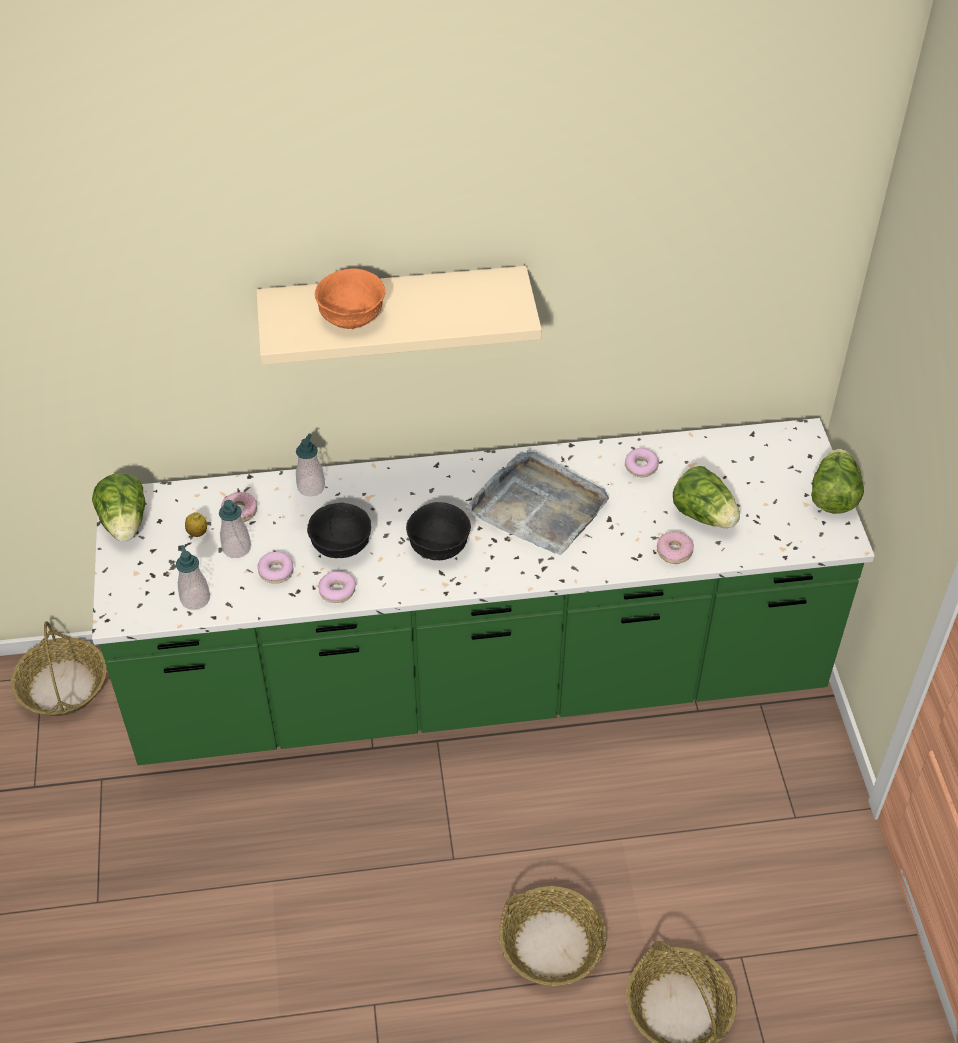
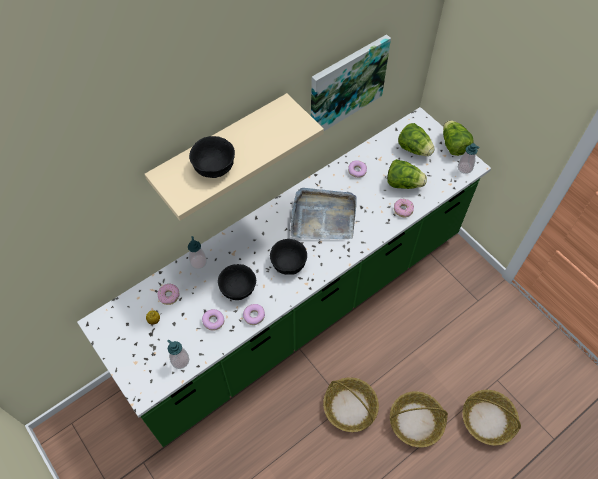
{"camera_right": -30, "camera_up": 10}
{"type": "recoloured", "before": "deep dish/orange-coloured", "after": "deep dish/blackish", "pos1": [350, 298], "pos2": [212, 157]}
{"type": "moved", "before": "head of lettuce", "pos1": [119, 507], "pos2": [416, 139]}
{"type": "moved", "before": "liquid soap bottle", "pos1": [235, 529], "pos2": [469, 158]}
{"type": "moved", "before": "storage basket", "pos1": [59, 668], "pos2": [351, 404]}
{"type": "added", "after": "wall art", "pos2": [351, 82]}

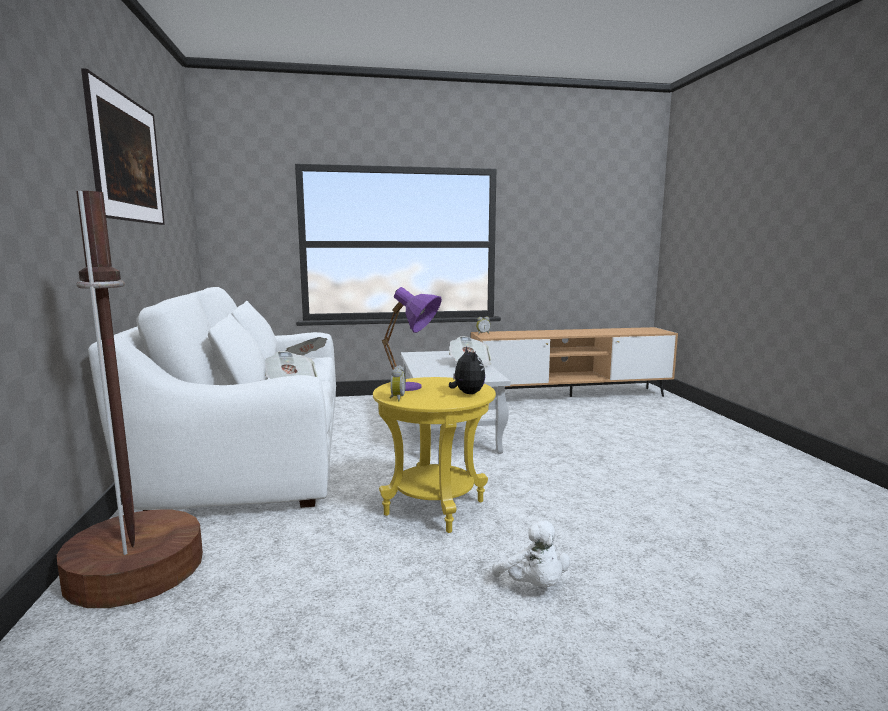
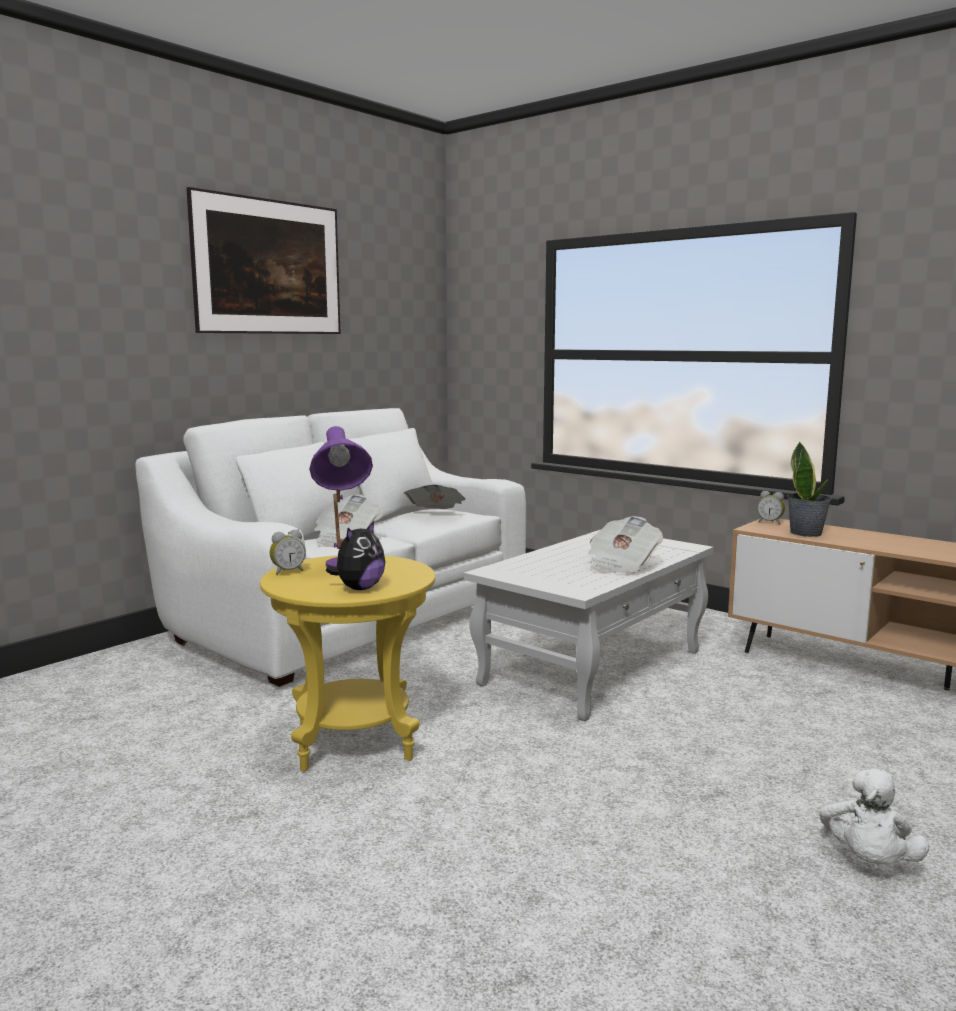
{"camera_right": 50, "camera_up": 0}
{"type": "removed", "before": "standard lamp/brown-coloured", "pos1": [130, 399]}
{"type": "moved", "before": "plush toy/white-coloured", "pos1": [531, 553], "pos2": [874, 816]}
{"type": "added", "after": "houseplant", "pos2": [809, 489]}

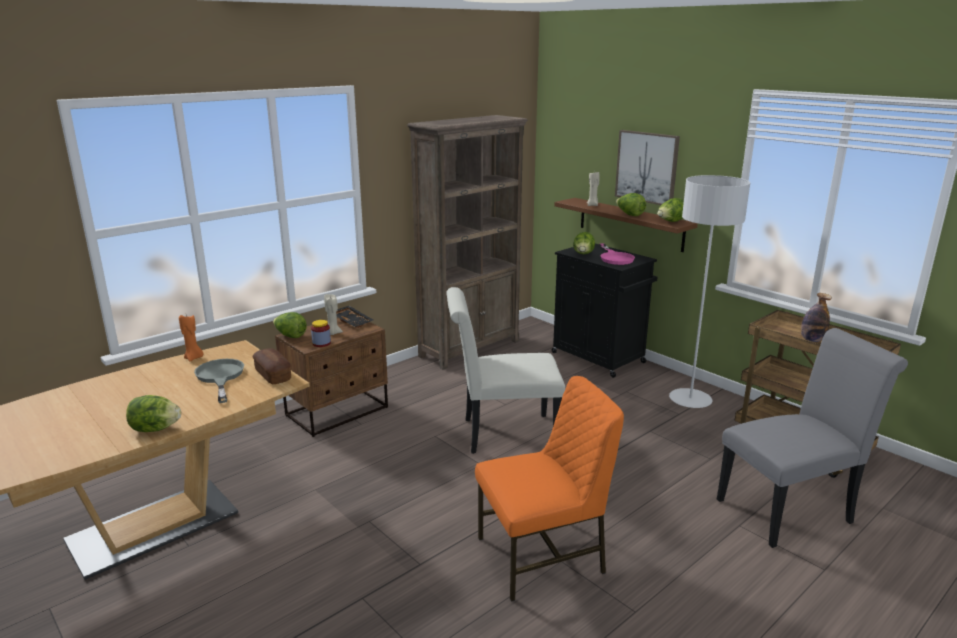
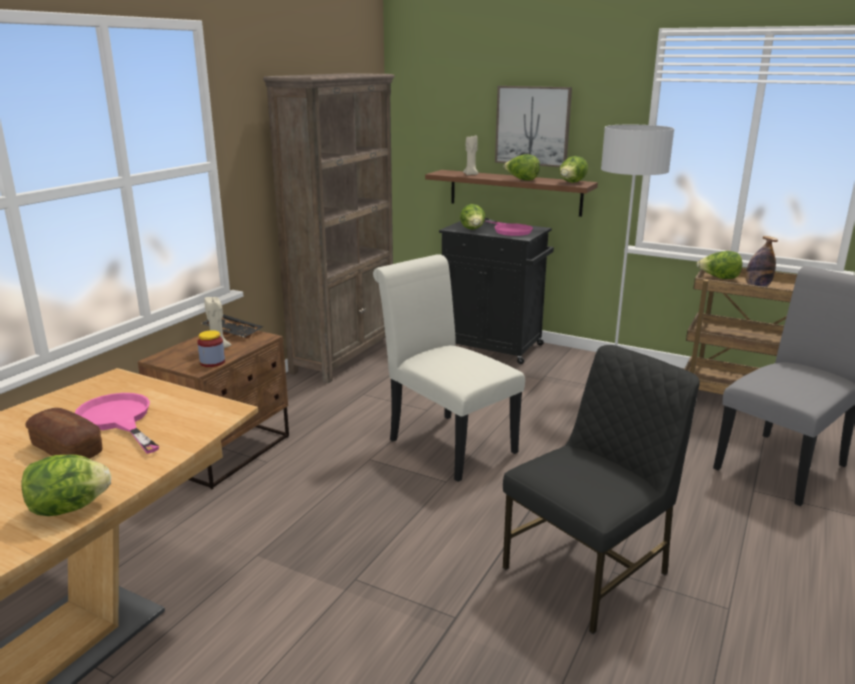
{"camera_right": -20, "camera_up": 0}
{"type": "turned", "before": "chair/white-coloured", "pos1": [505, 370], "pos2": [449, 368], "turn": 75}
{"type": "moved", "before": "head of lettuce", "pos1": [290, 325], "pos2": [719, 265]}
{"type": "removed", "before": "wax light/orange-coloured", "pos1": [191, 338]}
{"type": "moved", "before": "bakery bread", "pos1": [272, 366], "pos2": [63, 433]}
{"type": "recoloured", "before": "frying pan/gray", "after": "frying pan/pink", "pos1": [219, 381], "pos2": [117, 423]}
{"type": "recoloured", "before": "chair/orange-coloured", "after": "chair/blackish", "pos1": [549, 489], "pos2": [601, 489]}

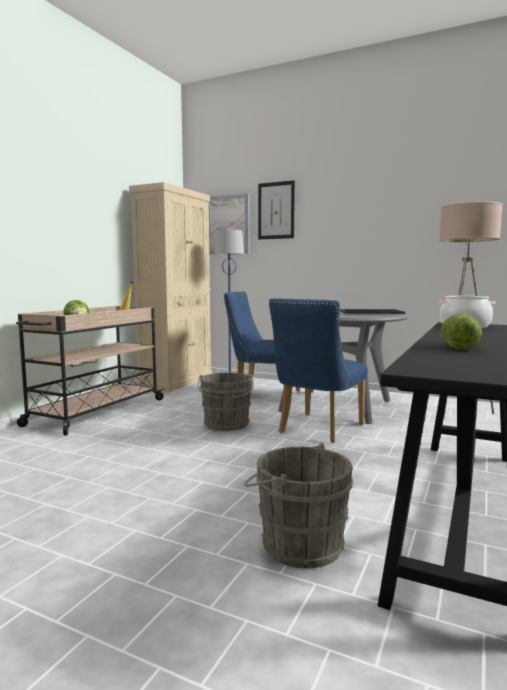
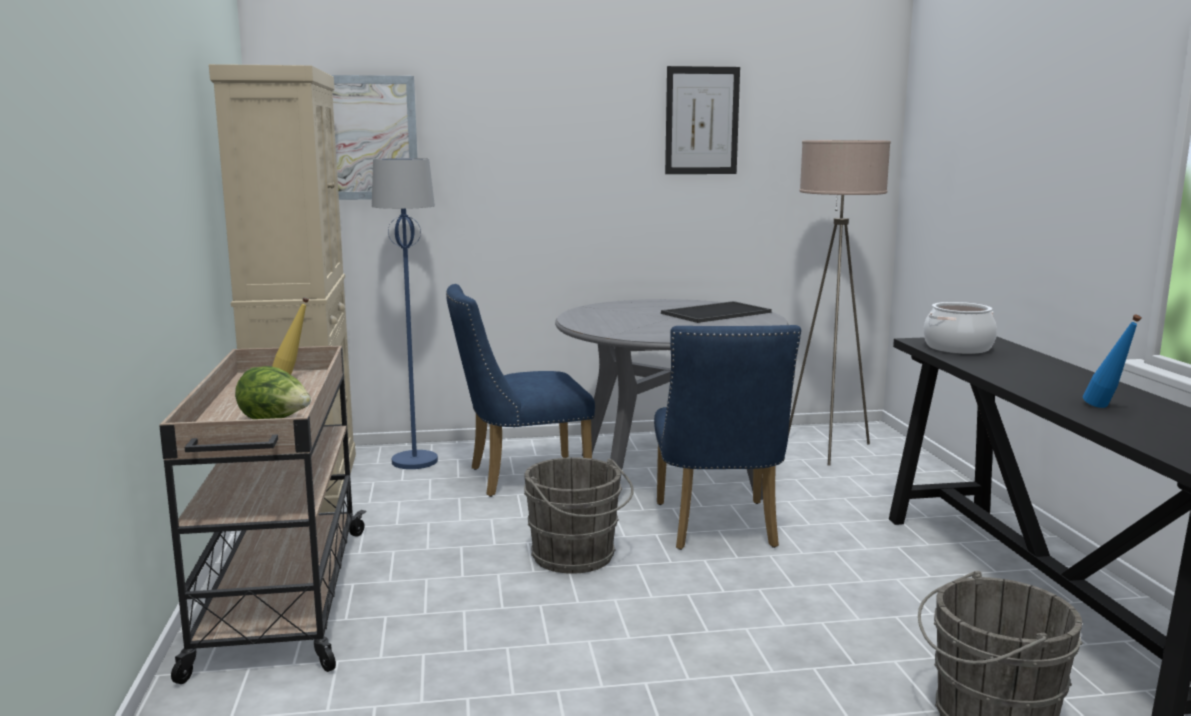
{"camera_right": -35, "camera_up": 5}
{"type": "moved", "before": "wall art", "pos1": [276, 209], "pos2": [702, 120]}
{"type": "replaced", "before": "head of lettuce", "after": "beverage bottle/blue-coloured", "pos1": [461, 332], "pos2": [1112, 361]}

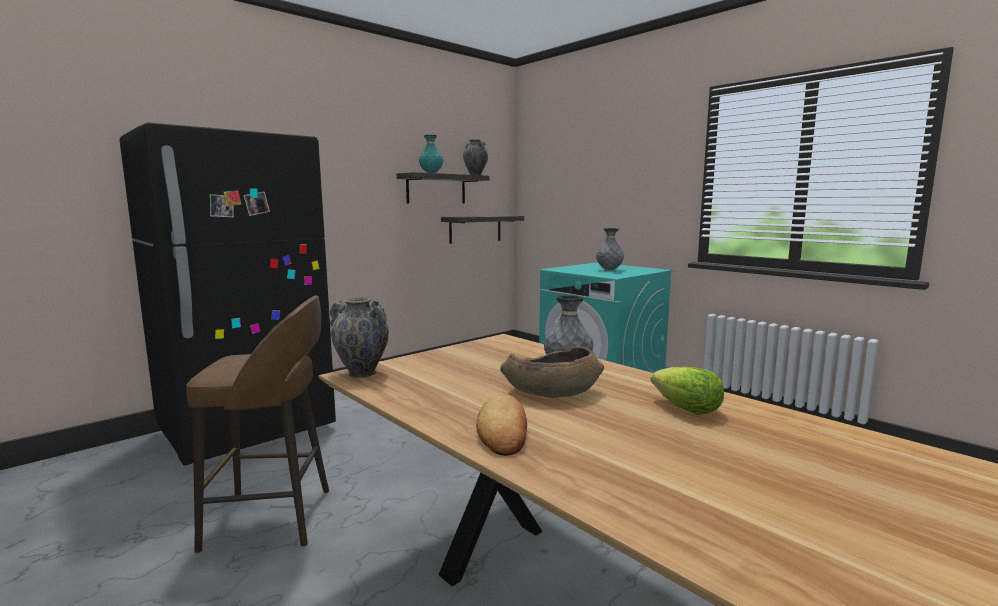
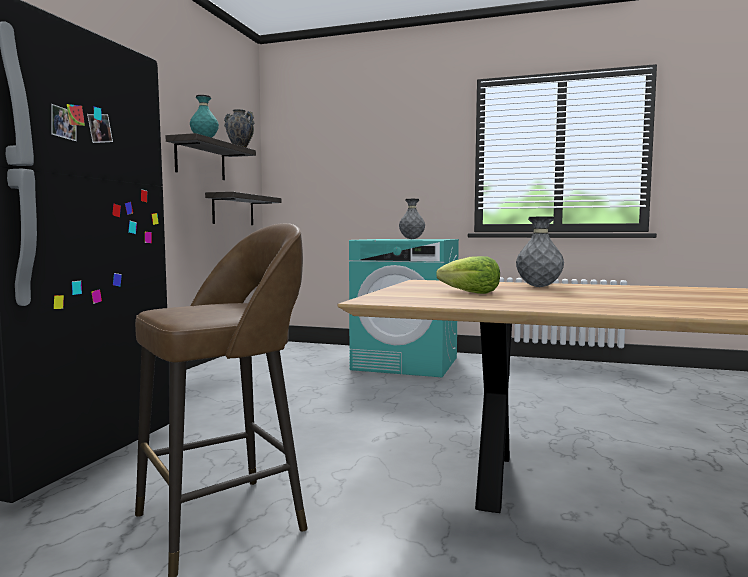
{"camera_right": -30, "camera_up": -5}
{"type": "removed", "before": "flower vase", "pos1": [359, 338]}
{"type": "removed", "before": "deep dish/brown-coloured", "pos1": [552, 372]}
{"type": "moved", "before": "head of lettuce", "pos1": [687, 391], "pos2": [468, 275]}
{"type": "removed", "before": "bakery bread", "pos1": [501, 425]}

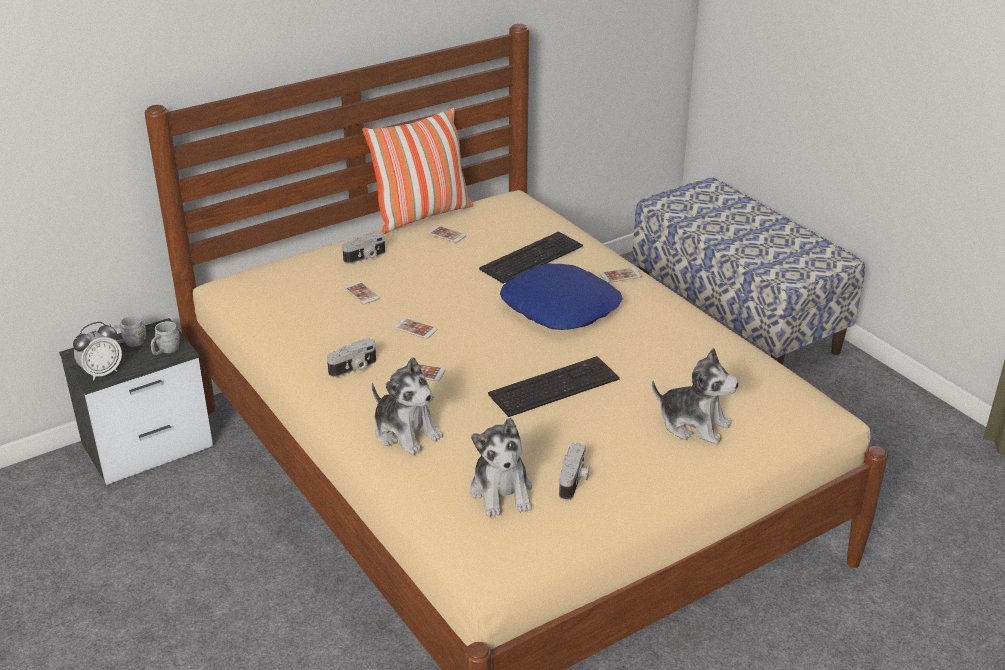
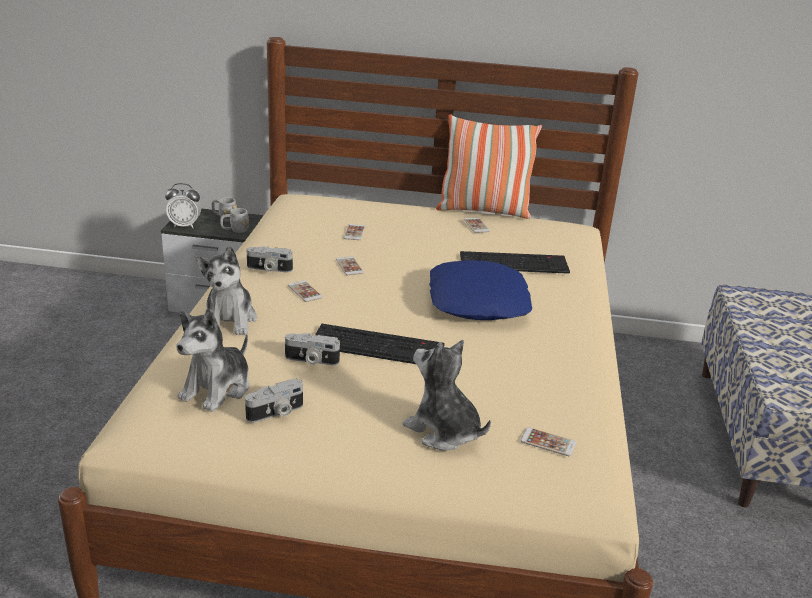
{"camera_right": 40, "camera_up": -5}
{"type": "moved", "before": "photo camera", "pos1": [363, 248], "pos2": [312, 349]}
{"type": "moved", "before": "handset", "pos1": [621, 275], "pos2": [548, 441]}
{"type": "turned", "before": "plush toy", "pos1": [695, 396], "pos2": [447, 395], "turn": 150}

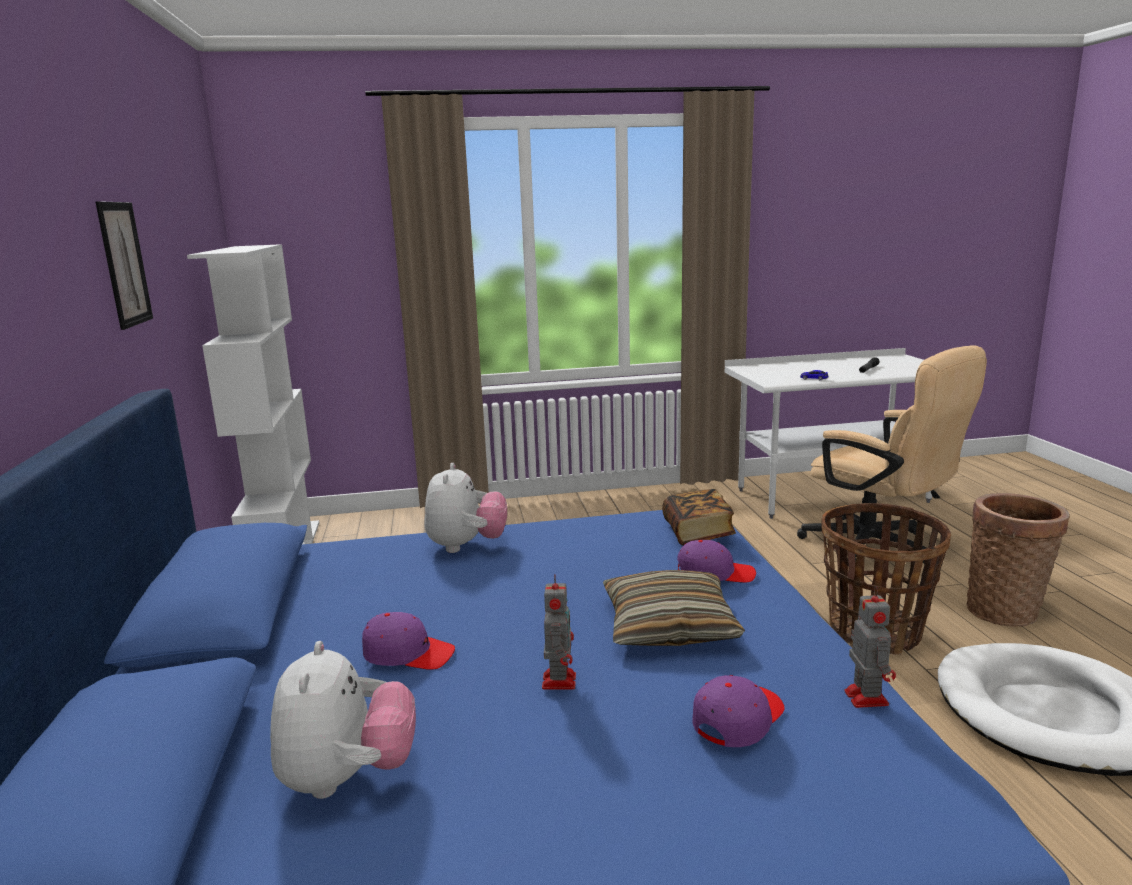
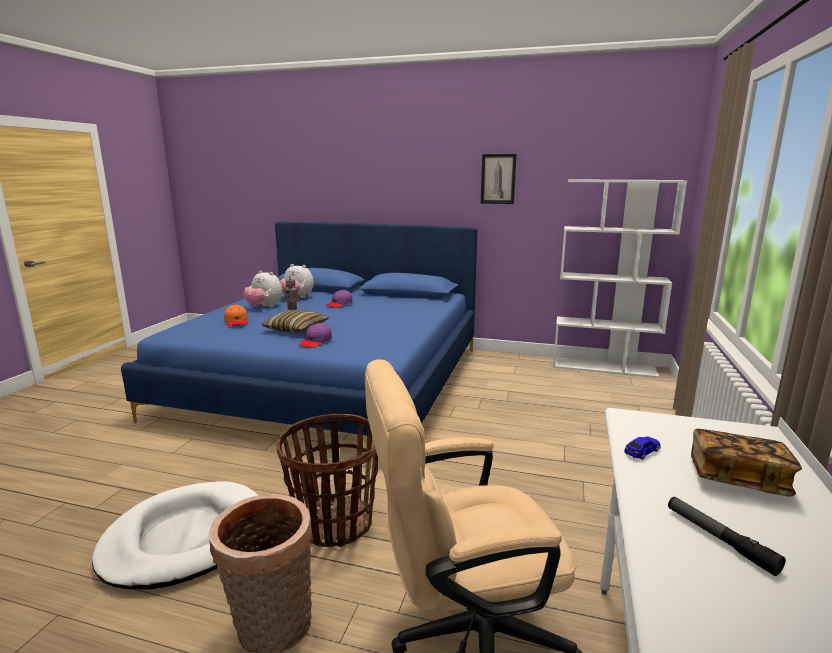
{"camera_right": 115, "camera_up": 0}
{"type": "moved", "before": "plush toy", "pos1": [466, 508], "pos2": [262, 289]}
{"type": "moved", "before": "volume", "pos1": [699, 517], "pos2": [746, 463]}
{"type": "removed", "before": "robot figure", "pos1": [870, 647]}
{"type": "recoloured", "before": "baseball cap/purple-coloured", "after": "baseball cap/orange-coloured", "pos1": [739, 711], "pos2": [236, 315]}

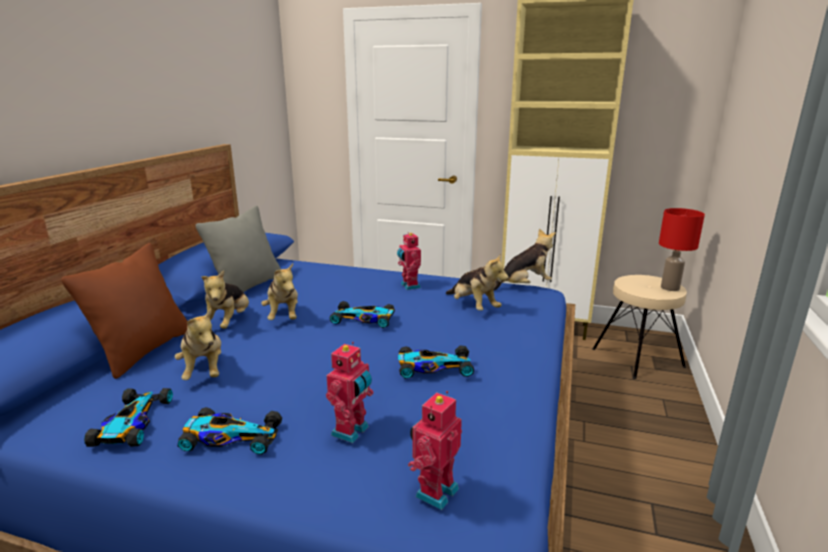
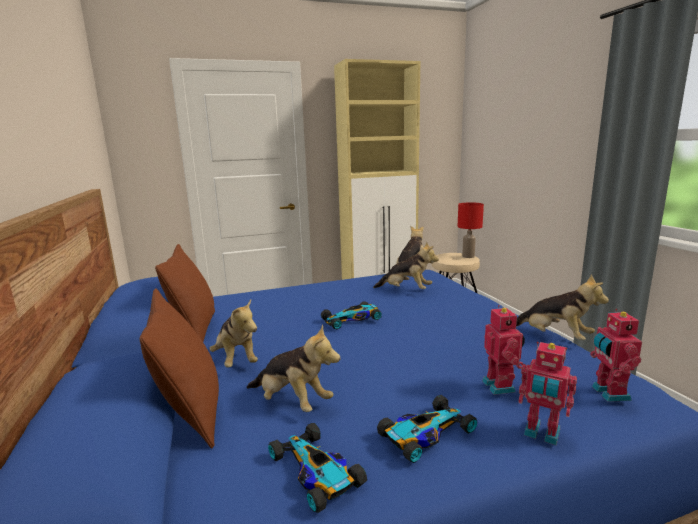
{"camera_right": -35, "camera_up": -5}
{"type": "recoloured", "before": "pillow/gray", "after": "pillow/brown-coloured", "pos1": [238, 249], "pos2": [185, 292]}
{"type": "moved", "before": "robot figure", "pos1": [409, 261], "pos2": [548, 394]}
{"type": "moved", "before": "plush toy", "pos1": [279, 291], "pos2": [562, 307]}
{"type": "removed", "before": "miniature car", "pos1": [436, 362]}

